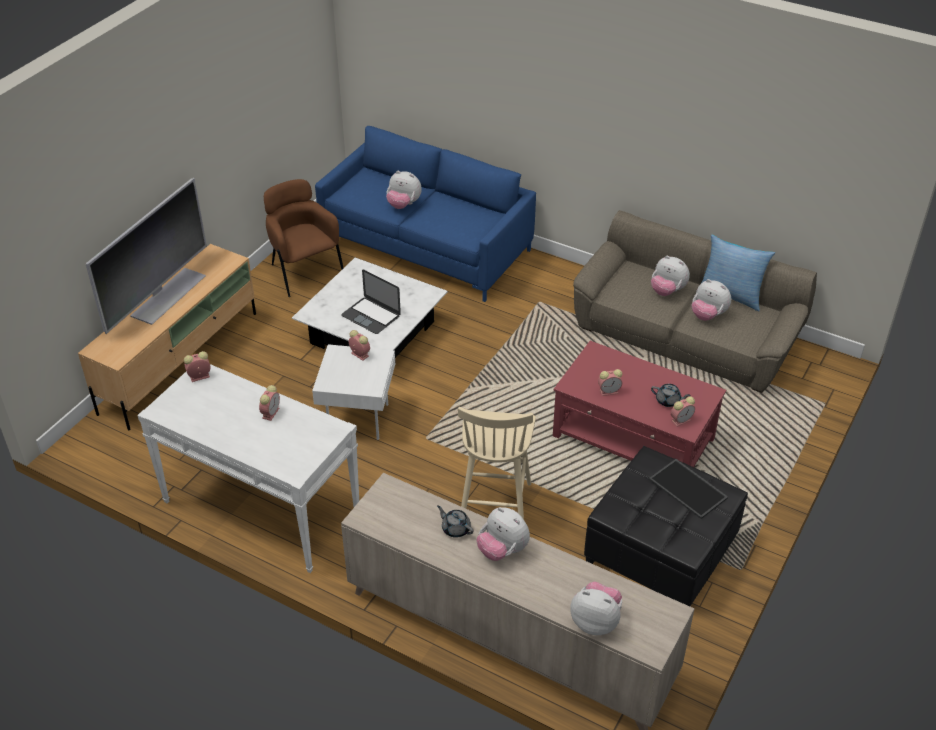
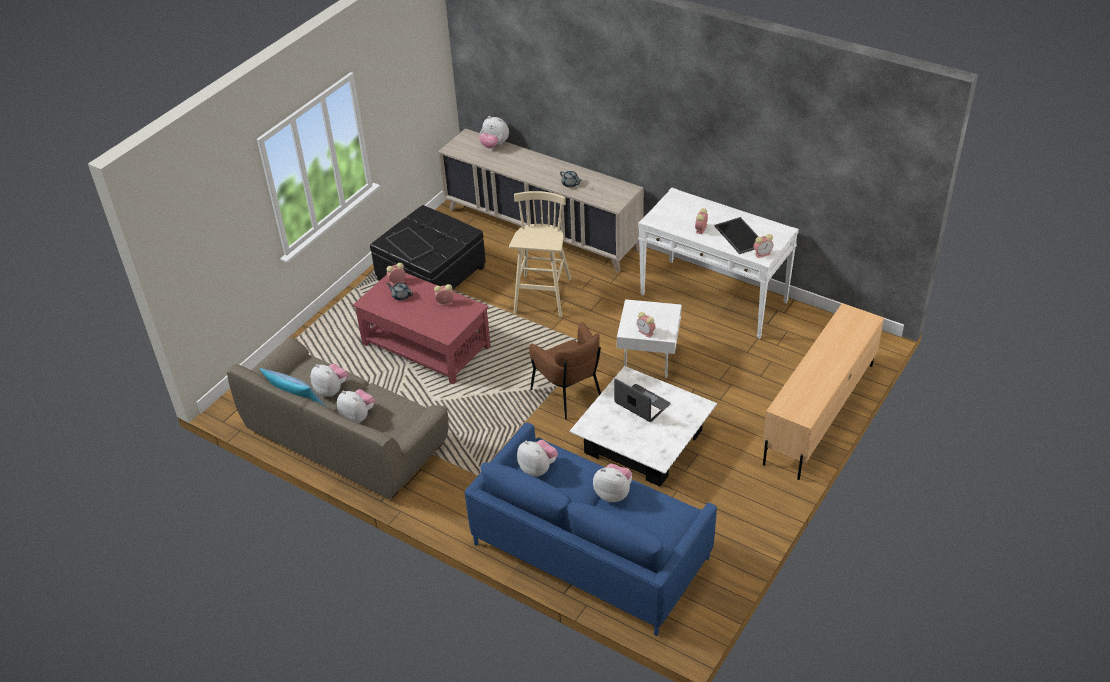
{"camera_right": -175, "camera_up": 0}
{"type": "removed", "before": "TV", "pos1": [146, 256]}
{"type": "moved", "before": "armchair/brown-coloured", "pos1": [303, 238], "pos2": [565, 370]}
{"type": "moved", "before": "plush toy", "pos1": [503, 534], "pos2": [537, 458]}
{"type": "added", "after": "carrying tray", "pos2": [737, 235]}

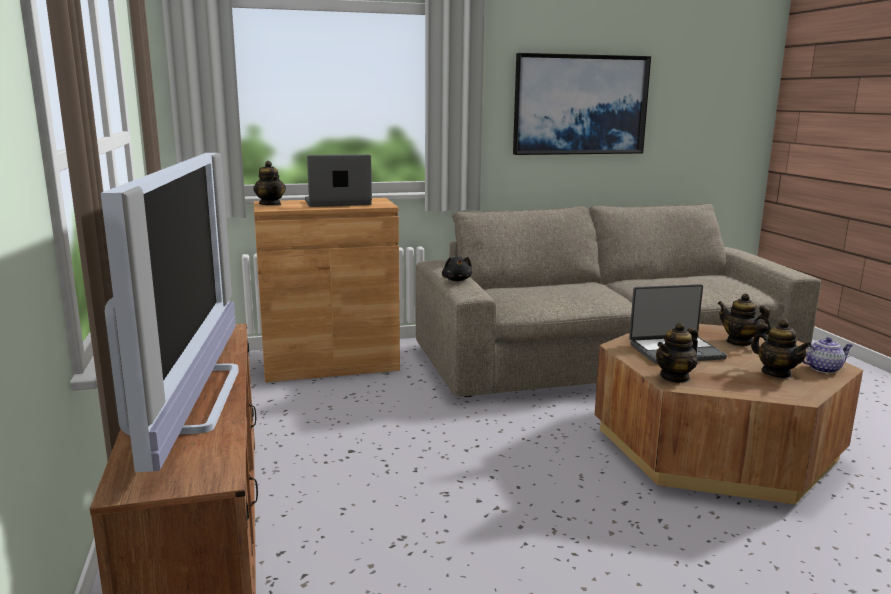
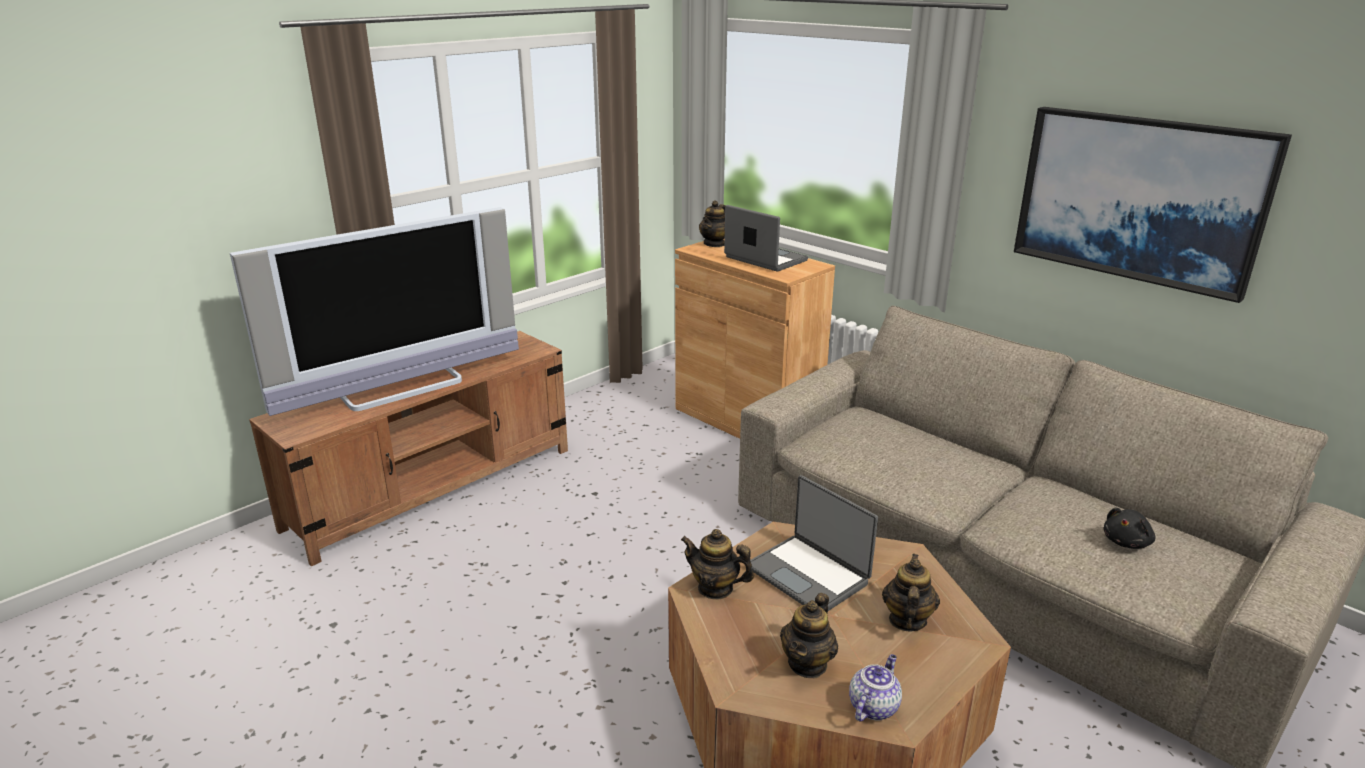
{"camera_right": 60, "camera_up": 10}
{"type": "moved", "before": "plush toy/blackish", "pos1": [457, 269], "pos2": [1129, 528]}
{"type": "turned", "before": "pot for tea", "pos1": [828, 355], "pos2": [875, 688], "turn": -105}

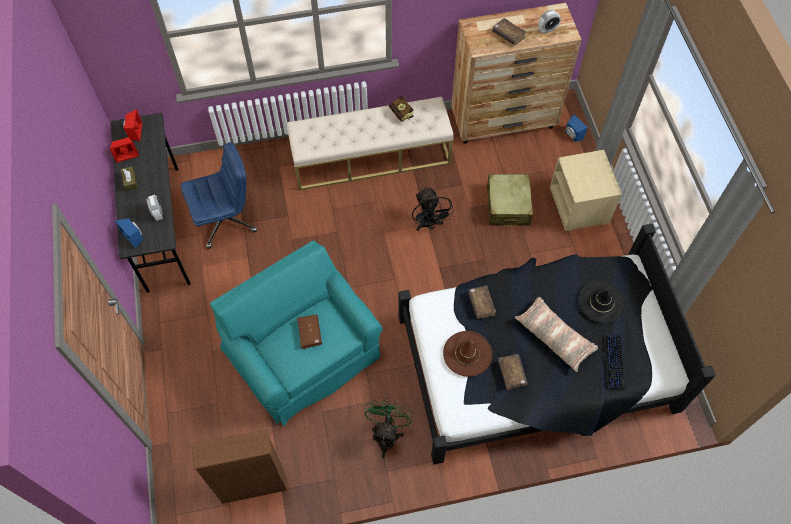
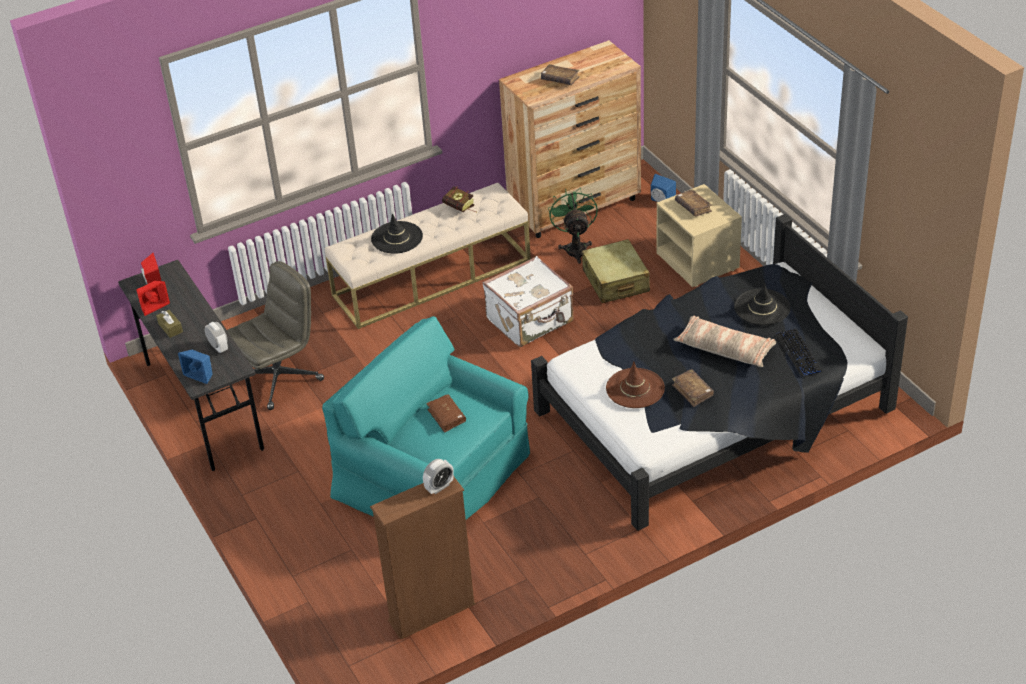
{"camera_right": -15, "camera_up": -20}
{"type": "moved", "before": "table clock", "pos1": [549, 22], "pos2": [438, 476]}
{"type": "recoloured", "before": "computer chair/blue-coloured", "after": "computer chair/gray", "pos1": [219, 195], "pos2": [275, 335]}
{"type": "replaced", "before": "cooling fan/blackish", "after": "piece of luggage/white-coloured", "pos1": [433, 209], "pos2": [528, 301]}
{"type": "moved", "before": "volume/brown-coloured", "pos1": [481, 302], "pos2": [693, 202]}
{"type": "moved", "before": "cooling fan/green", "pos1": [389, 428], "pos2": [573, 225]}
{"type": "added", "after": "hat/blackish", "pos2": [397, 233]}

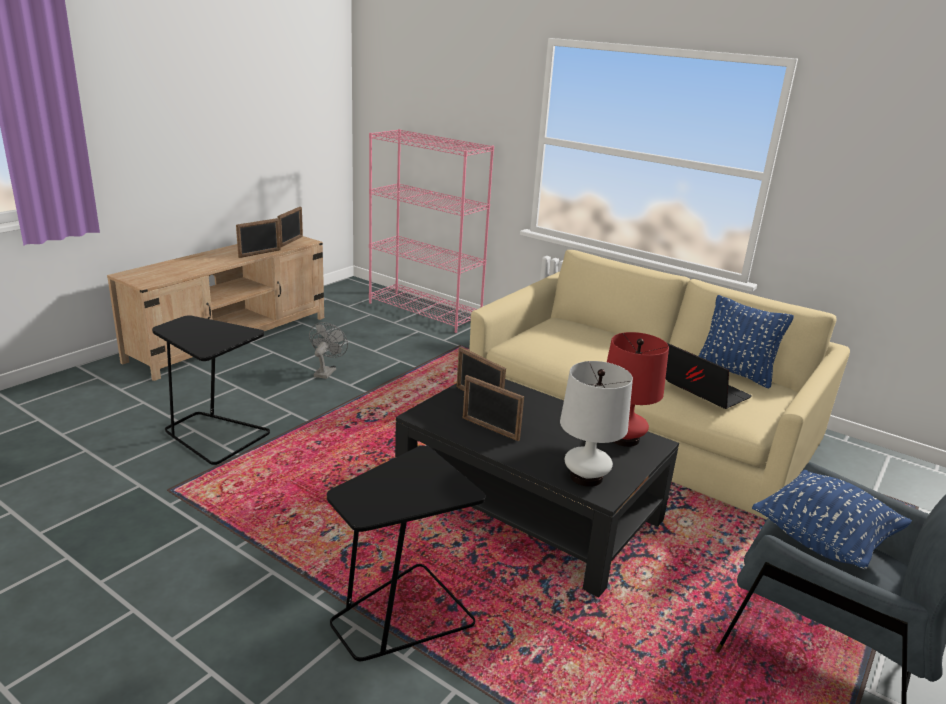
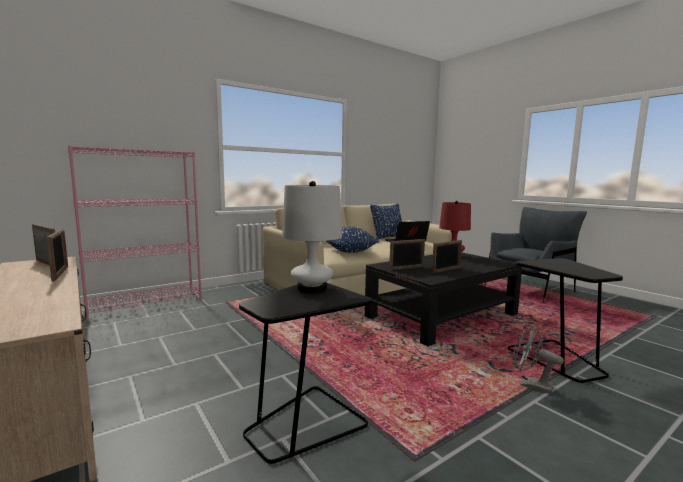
{"camera_right": -70, "camera_up": -15}
{"type": "moved", "before": "cooling fan/gray", "pos1": [328, 350], "pos2": [539, 360]}
{"type": "moved", "before": "lamp for a table/white-coloured", "pos1": [596, 424], "pos2": [312, 237]}
{"type": "moved", "before": "pillow/blue-coloured", "pos1": [832, 519], "pos2": [352, 240]}

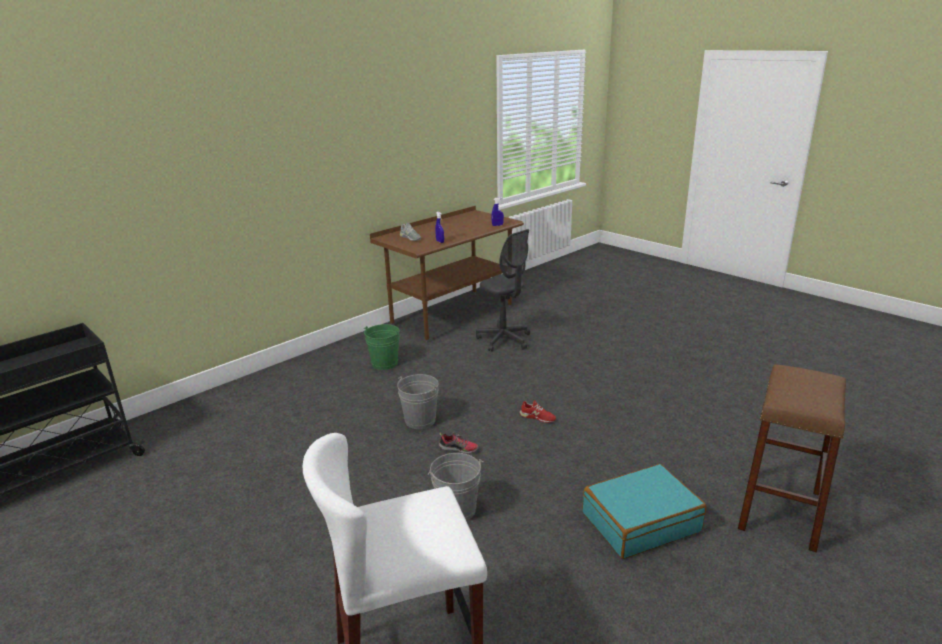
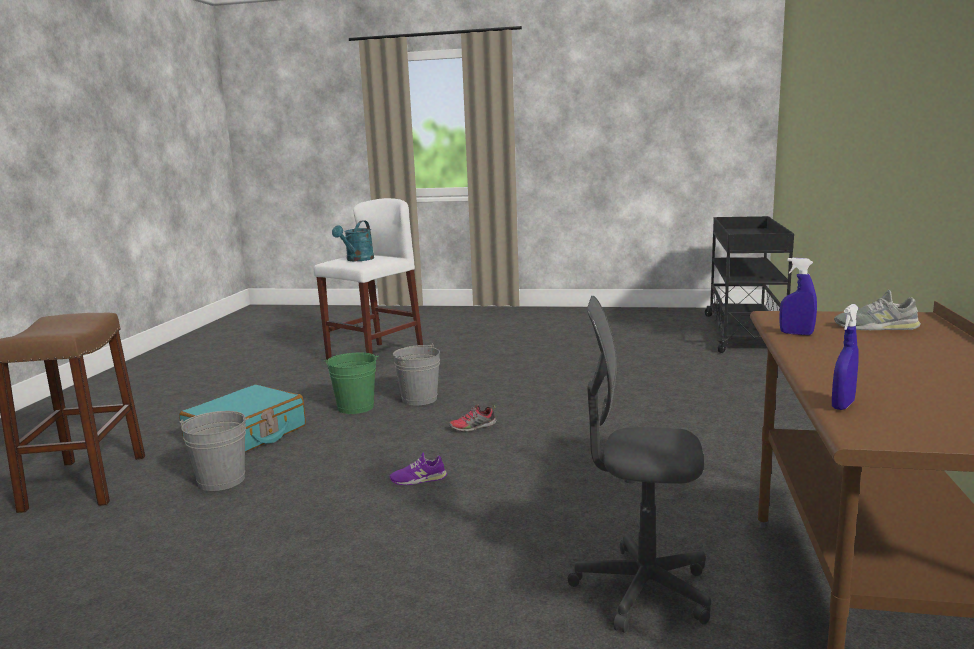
{"camera_right": 145, "camera_up": -10}
{"type": "moved", "before": "water bucket/green", "pos1": [382, 347], "pos2": [351, 383]}
{"type": "moved", "before": "water bucket/gray", "pos1": [418, 401], "pos2": [214, 451]}
{"type": "recoloured", "before": "item of footwear/red-coloured", "after": "item of footwear/purple-coloured", "pos1": [538, 411], "pos2": [418, 469]}
{"type": "added", "after": "watering pot/blue-green", "pos2": [353, 240]}

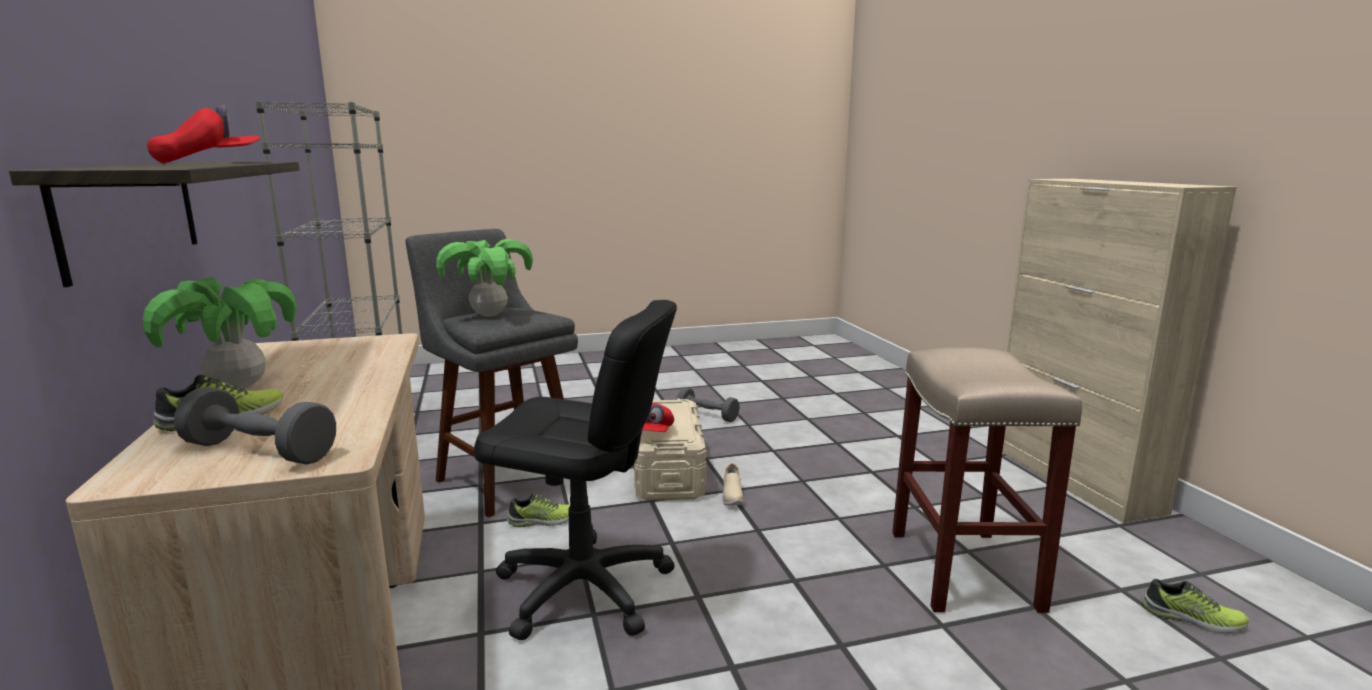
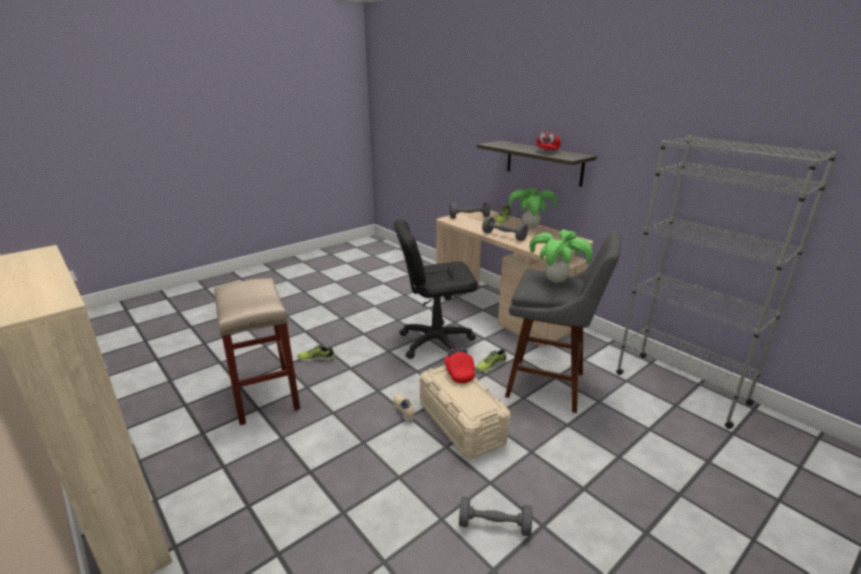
{"camera_right": 155, "camera_up": 10}
{"type": "moved", "before": "item of footwear", "pos1": [1195, 606], "pos2": [316, 353]}
{"type": "added", "after": "hand weight/gray", "pos2": [505, 228]}

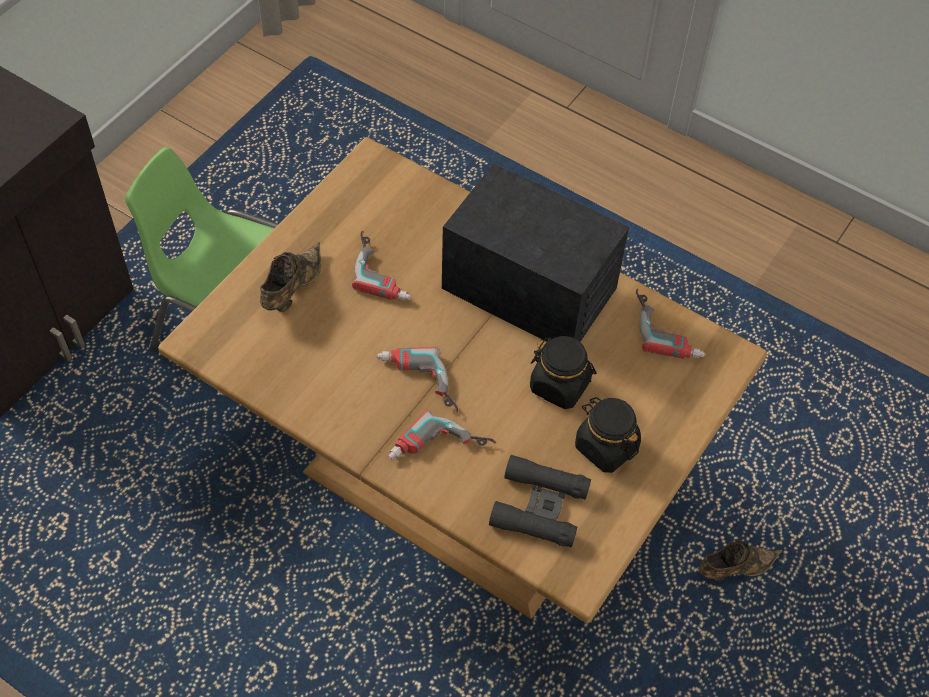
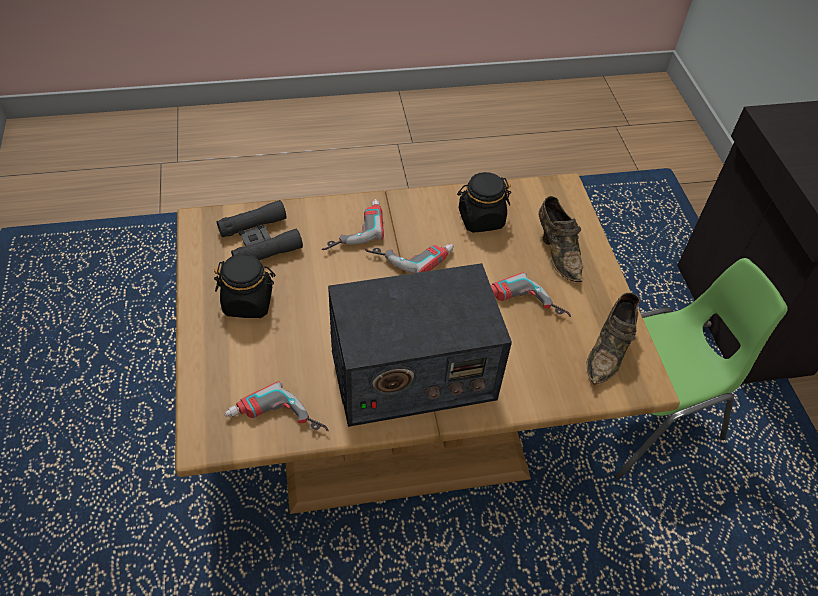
{"camera_right": 135, "camera_up": -5}
{"type": "moved", "before": "preserve jar/blackish", "pos1": [563, 372], "pos2": [484, 202]}
{"type": "moved", "before": "item of footwear/brown-coloured", "pos1": [740, 560], "pos2": [613, 338]}

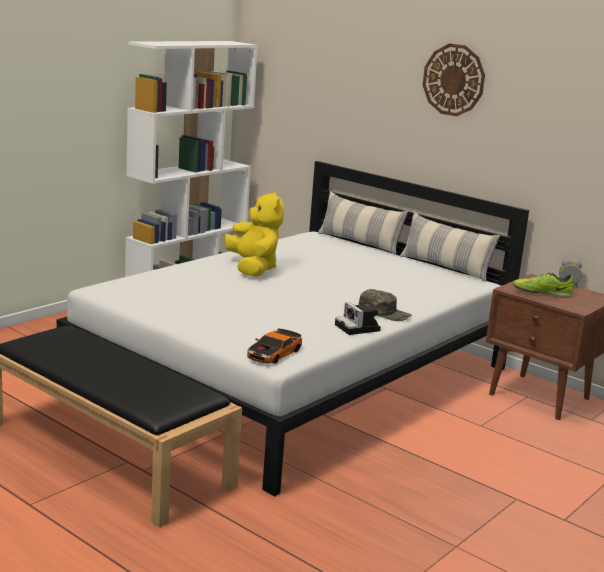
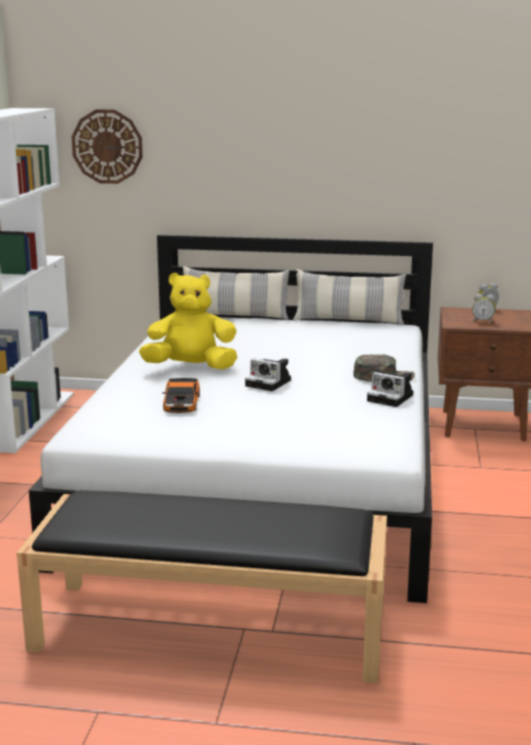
{"camera_right": -30, "camera_up": 0}
{"type": "moved", "before": "hanging clock", "pos1": [454, 80], "pos2": [107, 146]}
{"type": "turned", "before": "plush toy/yellow-coloured", "pos1": [254, 234], "pos2": [188, 321], "turn": -45}
{"type": "replaced", "before": "item of footwear", "after": "table clock", "pos1": [543, 285], "pos2": [484, 308]}
{"type": "moved", "before": "miniature car", "pos1": [274, 346], "pos2": [181, 395]}
{"type": "added", "after": "photo camera", "pos2": [268, 374]}

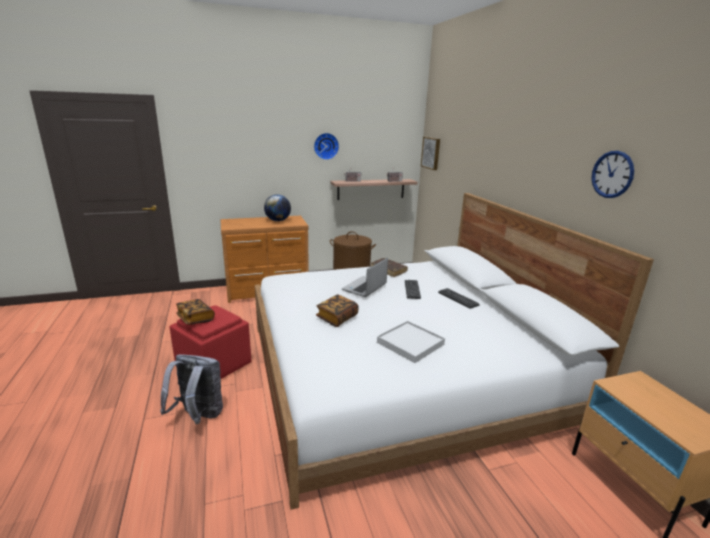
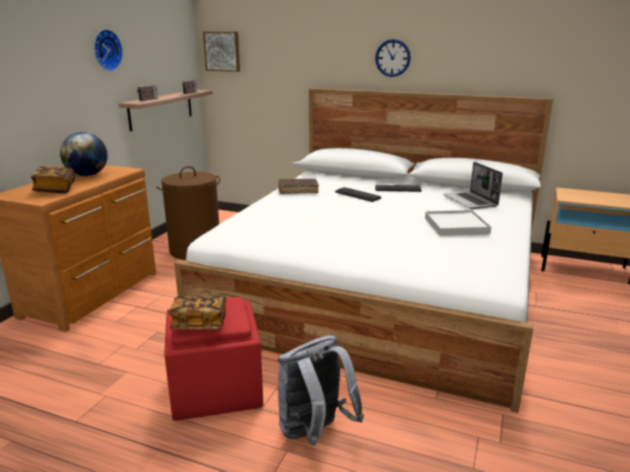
{"camera_right": -50, "camera_up": 0}
{"type": "moved", "before": "hanging clock", "pos1": [612, 174], "pos2": [393, 58]}
{"type": "moved", "before": "notebook computer", "pos1": [365, 277], "pos2": [473, 185]}
{"type": "moved", "before": "volume", "pos1": [337, 310], "pos2": [53, 179]}

